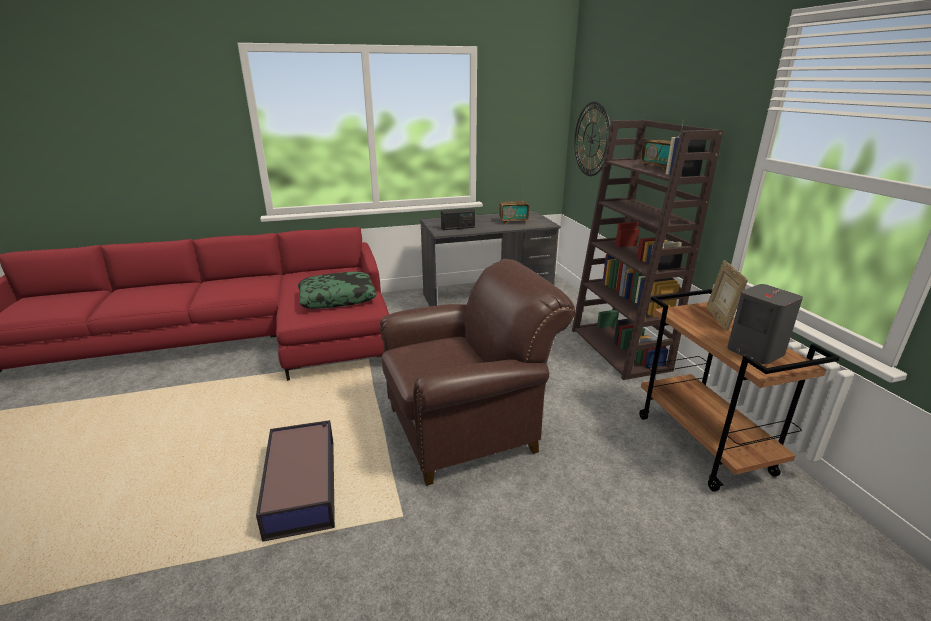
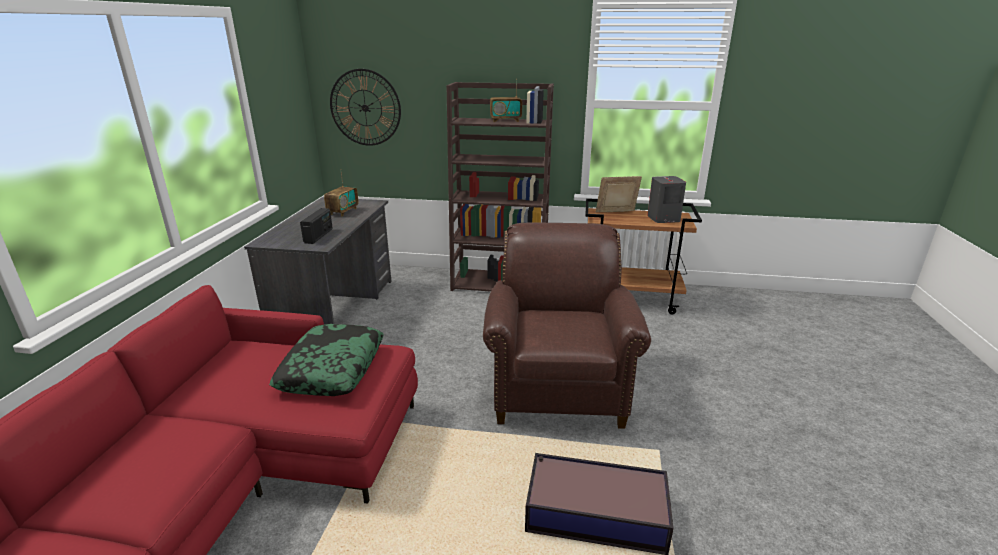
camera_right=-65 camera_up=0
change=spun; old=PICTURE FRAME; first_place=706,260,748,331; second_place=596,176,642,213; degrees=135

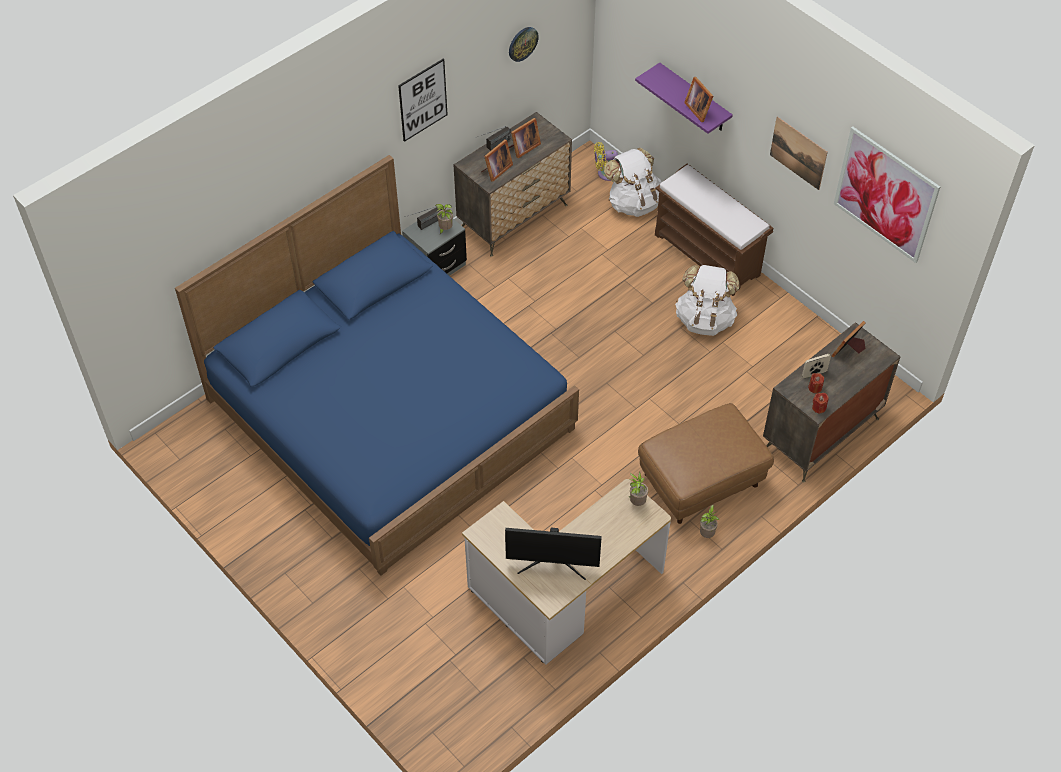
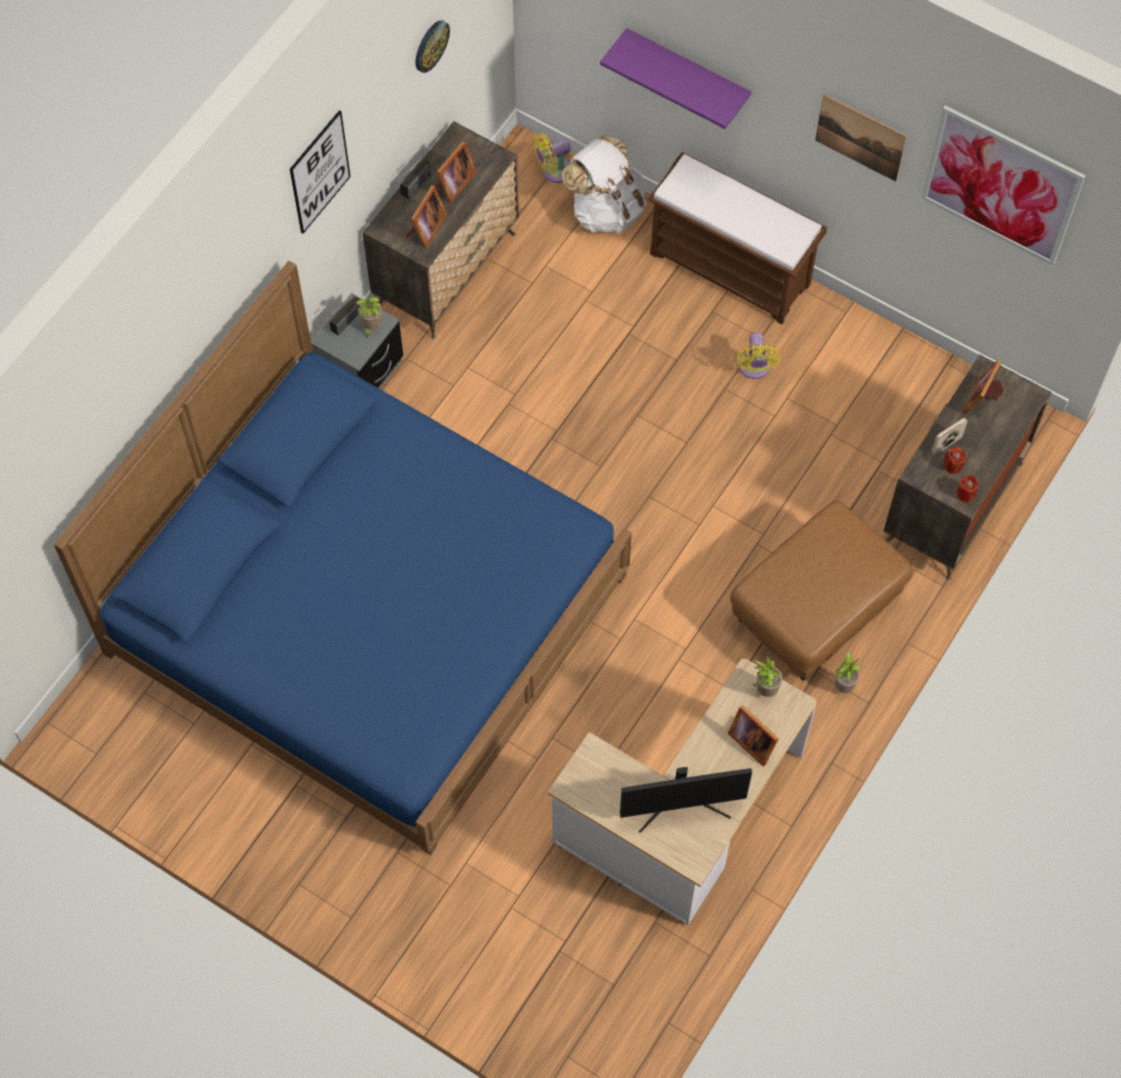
camera_right=-15 camera_up=10
change=relocated; old=PICTURE FRAME; first_place=684,77,713,122; second_place=728,705,779,767
change=exchanged; old=WHITISH KNAPSACK; new=YELLOWISH COOLING FAN; first_place=675,265,740,336; second_place=736,333,780,379

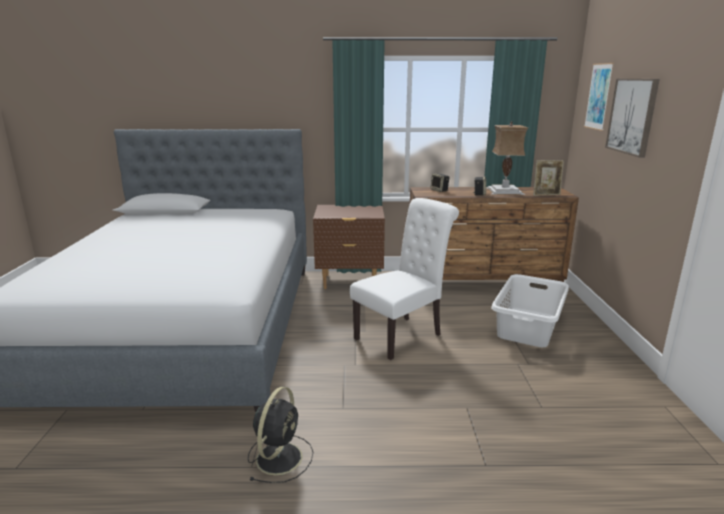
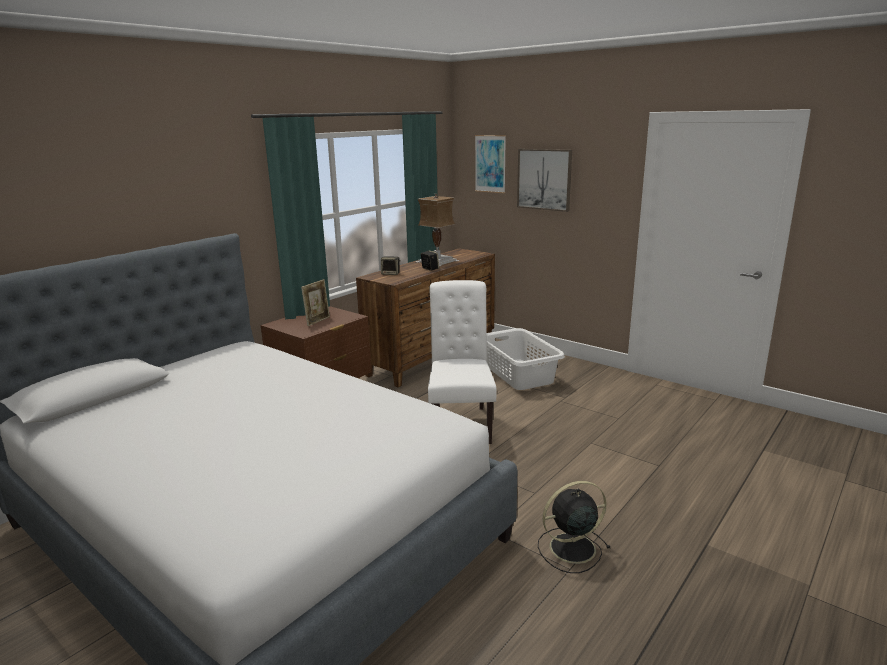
camera_right=-50 camera_up=0
change=relocated; old=PICTURE FRAME; first_place=533,160,564,196; second_place=301,279,330,326
change=spun; old=BLACKISH COOLING FAN; first_place=248,387,313,483; second_place=538,481,610,573; degrees=-75

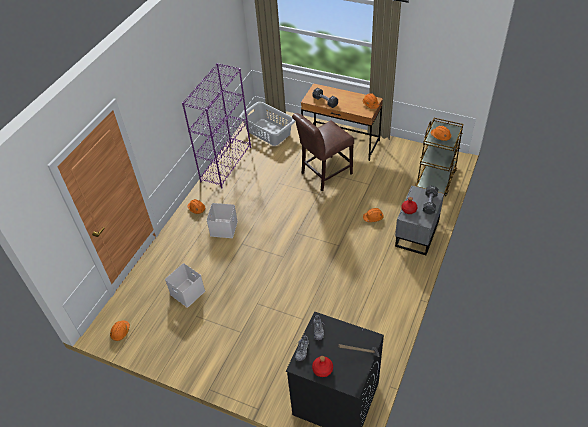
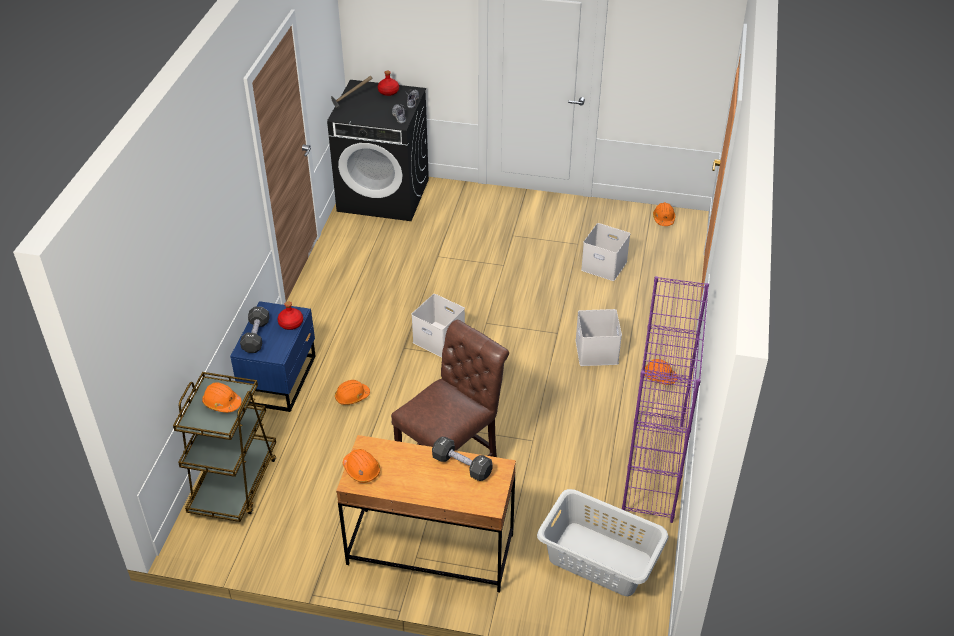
camera_right=165 camera_up=-5
change=colour; old=GREY NIGHT TABLE; new=BLUE NIGHT TABLE; first_place=395,185,444,255; second_place=230,301,316,412
change=appeared; new=WHITISH STORAGE CONTAINER; second_place=411,294,465,358

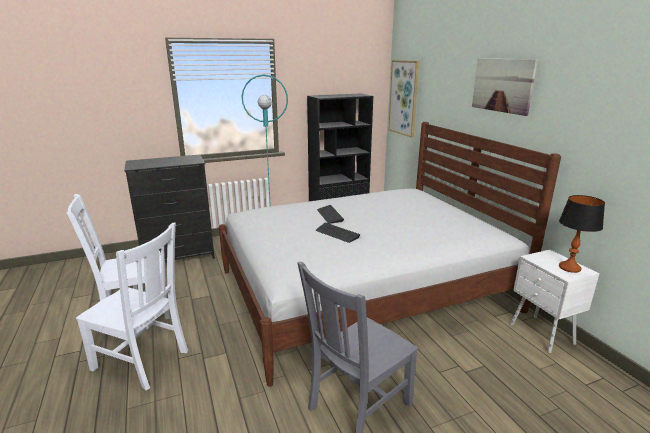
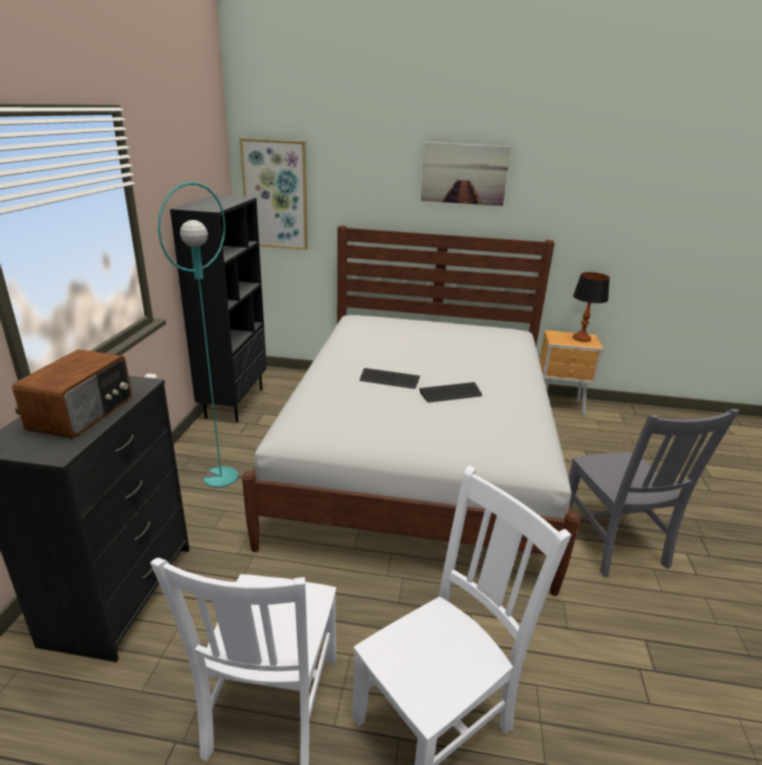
camera_right=-60 camera_up=5
change=colour; old=WHITISH NIGHT TABLE; new=BROWN NIGHT TABLE; first_place=510,250,599,354; second_place=539,330,603,416
change=appeared; new=RADIO SET; second_place=12,349,132,438

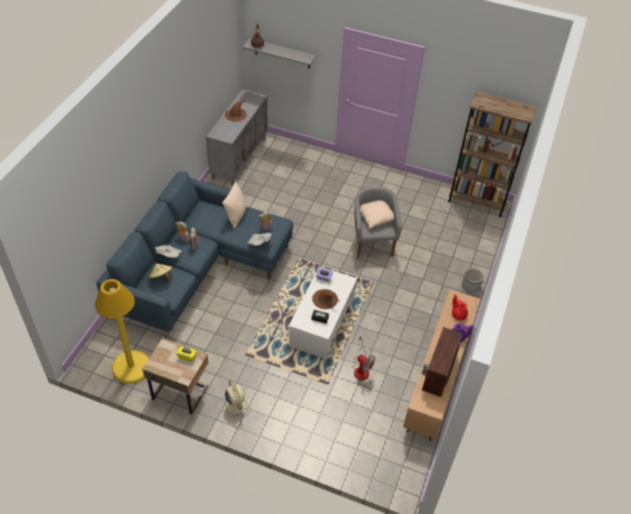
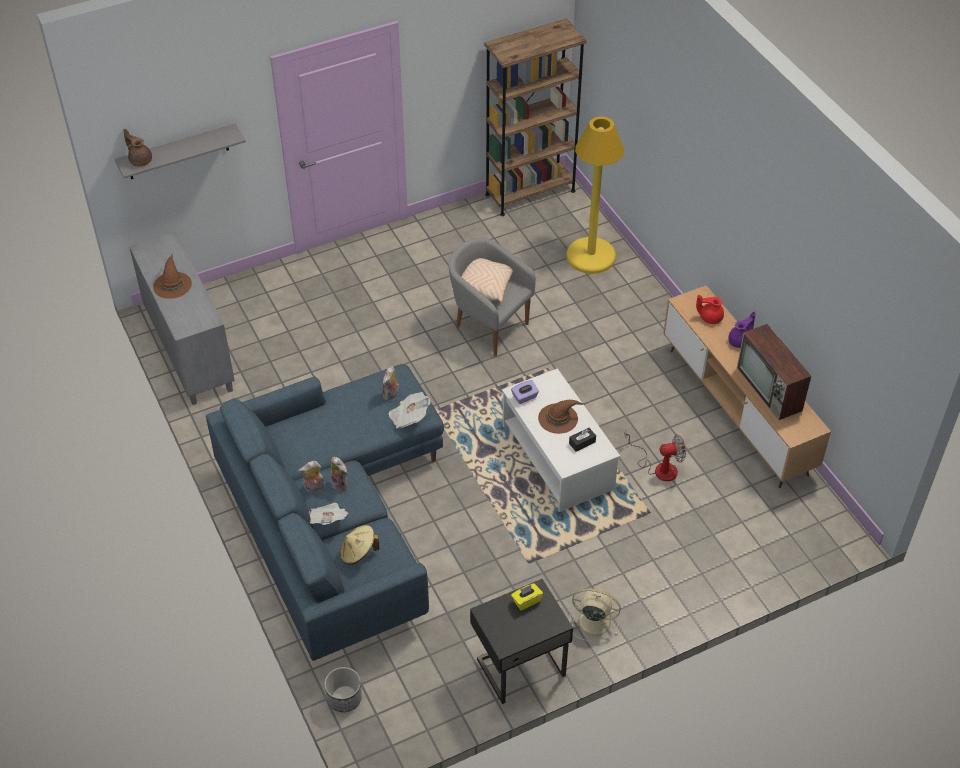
camera_right=-45 camera_up=0
change=missing; old=SAND-COLOURED THROW PILLOW; first_place=222,182,247,229
change=relocated; old=PLANT POT; first_place=462,268,484,292; second_place=324,667,362,712
change=relocated; old=YELLOWISH STANDARD LAMP; first_place=95,279,149,384; second_place=566,116,624,274
change=colour; old=SAND-COLOURED NIGHT TABLE; new=BLACKISH NIGHT TABLE; first_place=142,338,208,415; second_place=470,579,573,704

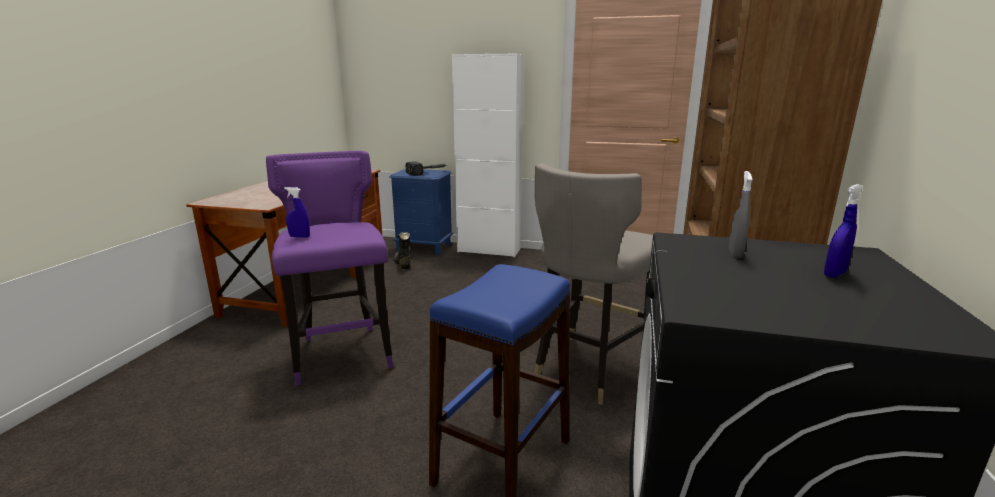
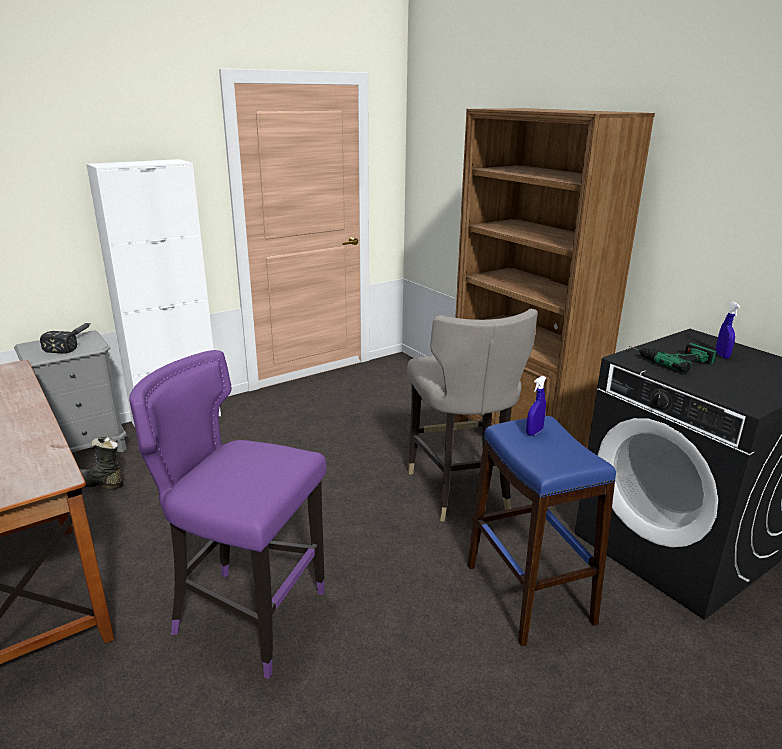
camera_right=-50 camera_up=5
change=colour; old=BLUE NIGHT TABLE; new=GREY NIGHT TABLE; first_place=389,169,453,255; second_place=14,330,126,452
change=exchanged; old=GREY HAND SPRAYER; new=ELECTRIC DRILL; first_place=729,171,753,258; second_place=629,343,717,373
change=relocated; old=BLUE HAND SPRAYER; first_place=284,187,310,238; second_place=526,376,546,436

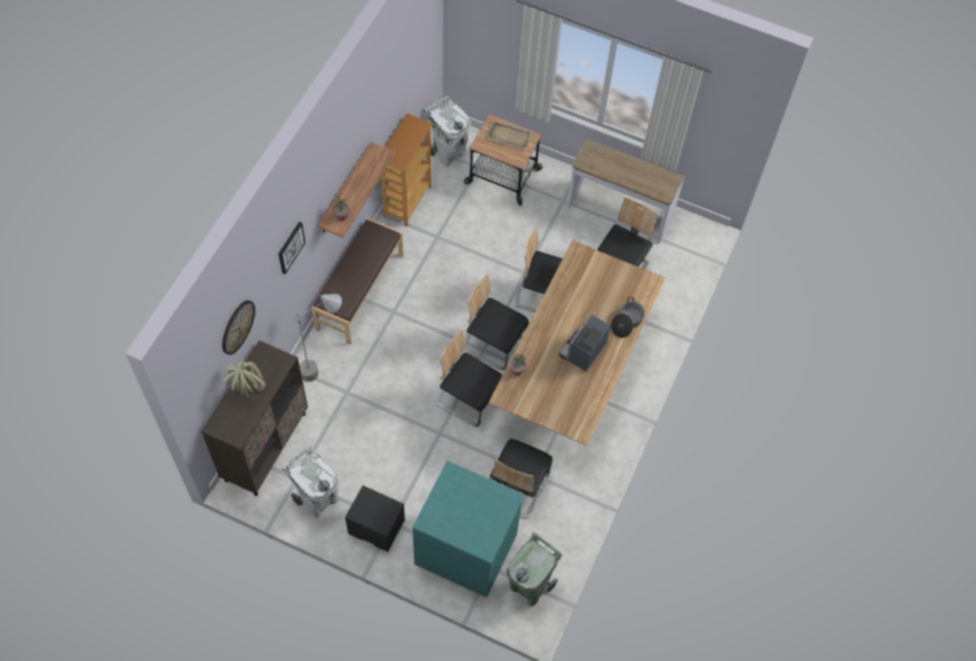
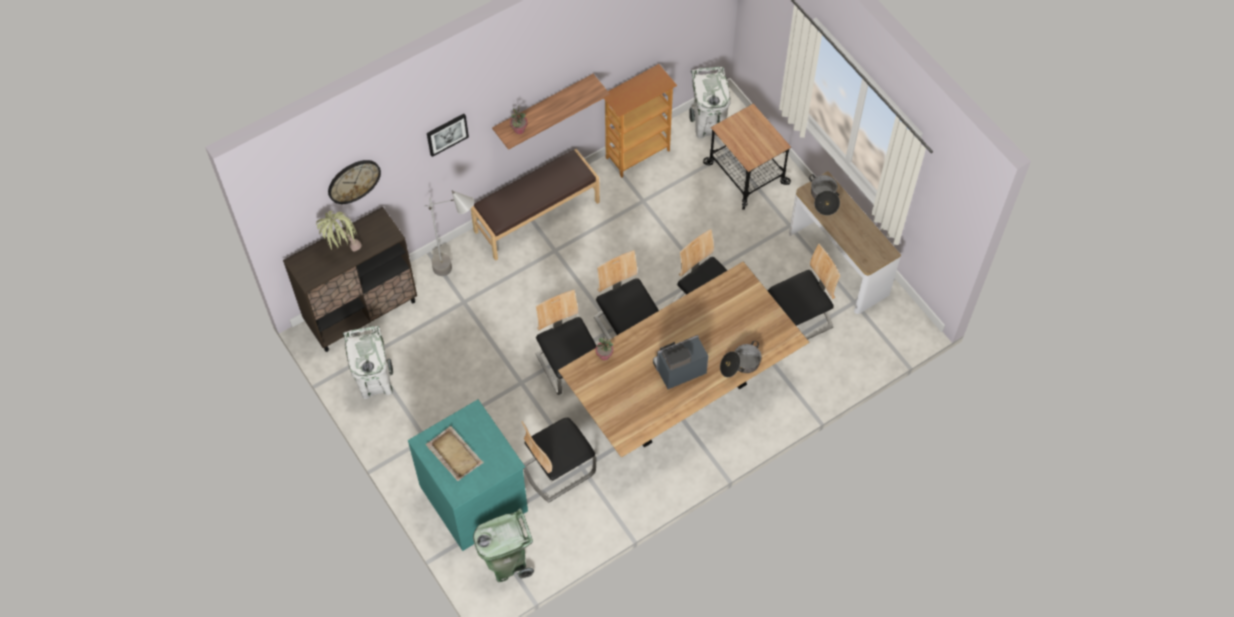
camera_right=35 camera_up=0
change=relocated; old=SAND-COLOURED SERVING TRAY; first_place=485,120,533,150; second_place=425,426,484,481
change=missing; old=BLACKISH NIGHT TABLE; first_place=345,485,405,552
change=appeared; new=COOKING POT; second_place=809,174,840,215

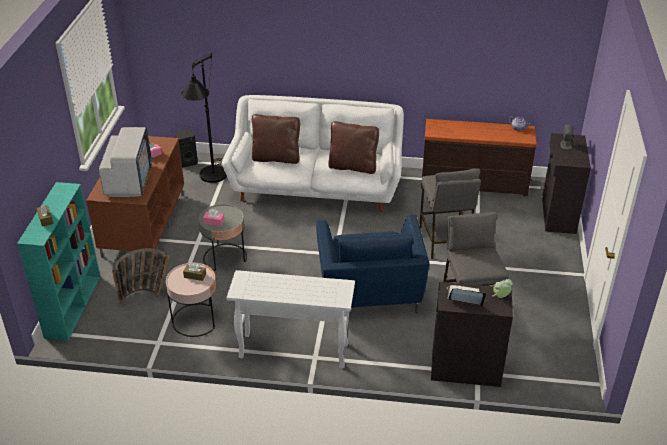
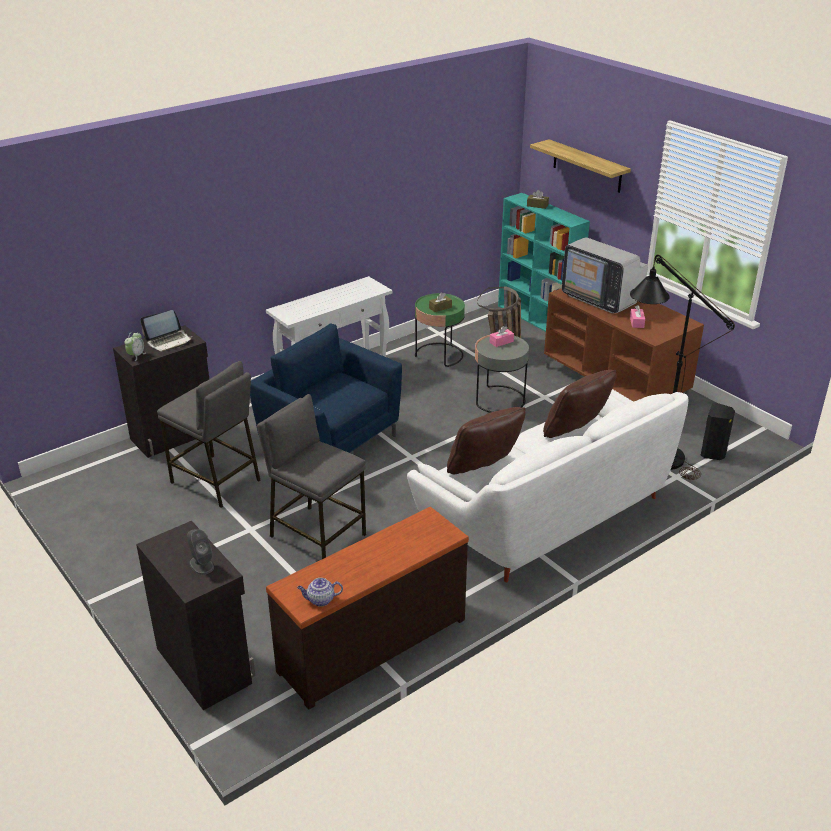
camera_right=135 camera_up=-5
change=colour; old=PINKISH END TABLE; new=GREEN END TABLE; first_place=166,263,216,337; second_place=415,293,465,367
change=appeared; new=SHELF; second_place=530,139,631,193

